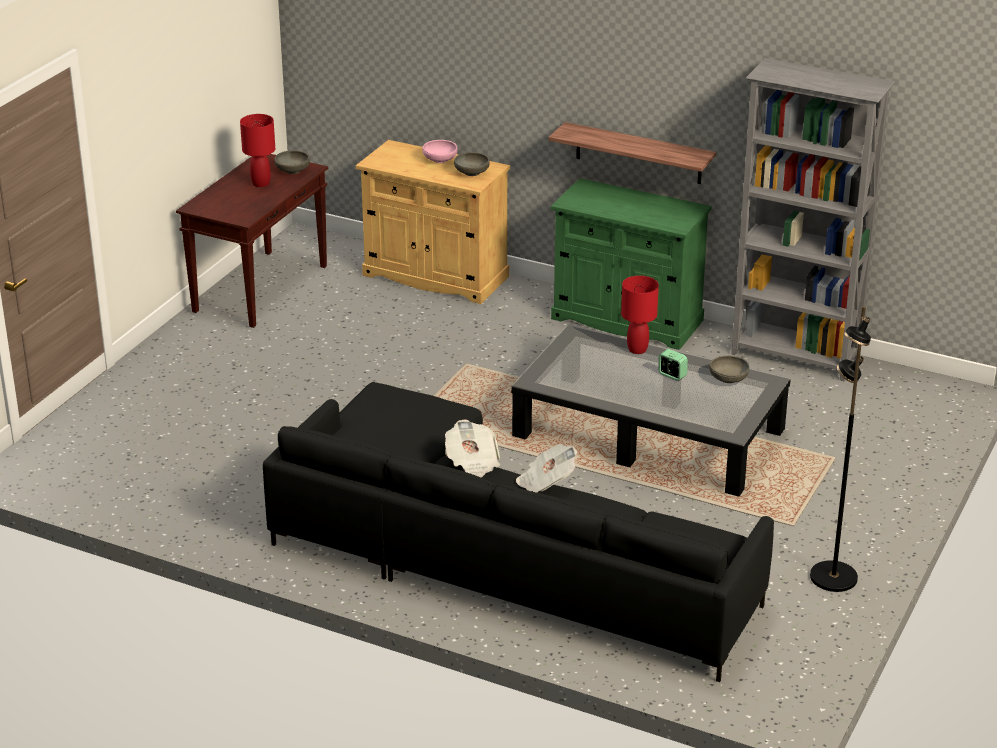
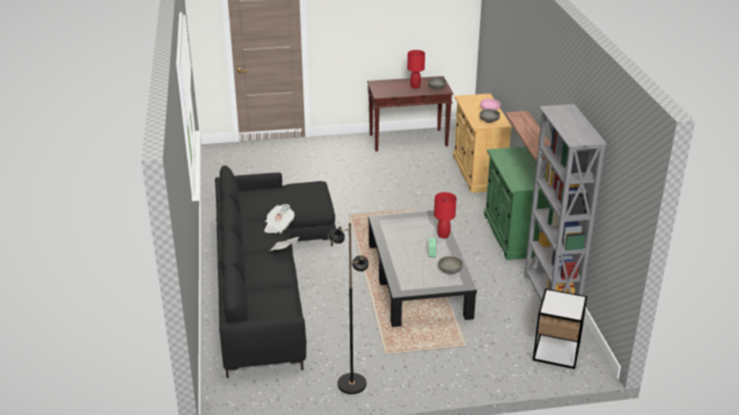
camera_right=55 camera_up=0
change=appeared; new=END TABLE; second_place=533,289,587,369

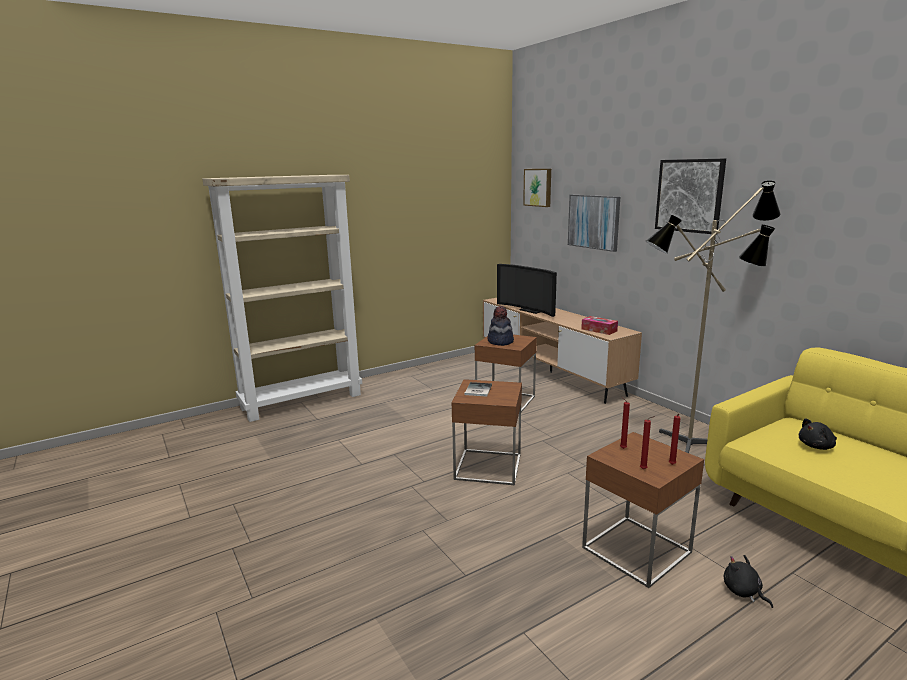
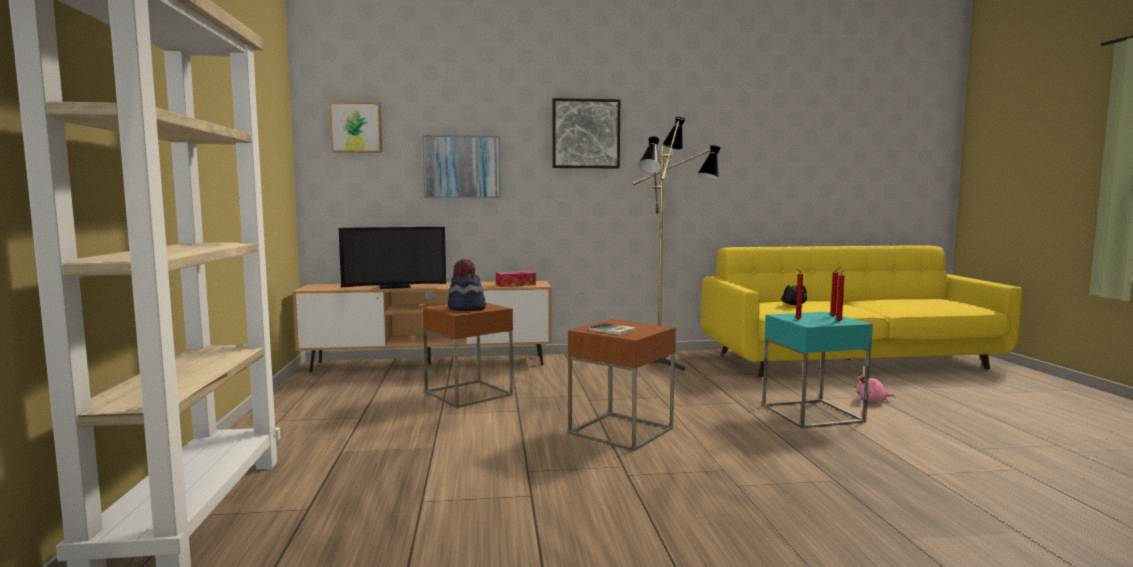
camera_right=-65 camera_up=-10
change=colour; old=BROWN END TABLE; new=TURQUOISE END TABLE; first_place=582,432,704,588; second_place=762,312,873,428
change=colour; old=BLACKISH SOFT TOY; new=PINKISH SOFT TOY; first_place=724,555,773,608; second_place=857,375,896,402

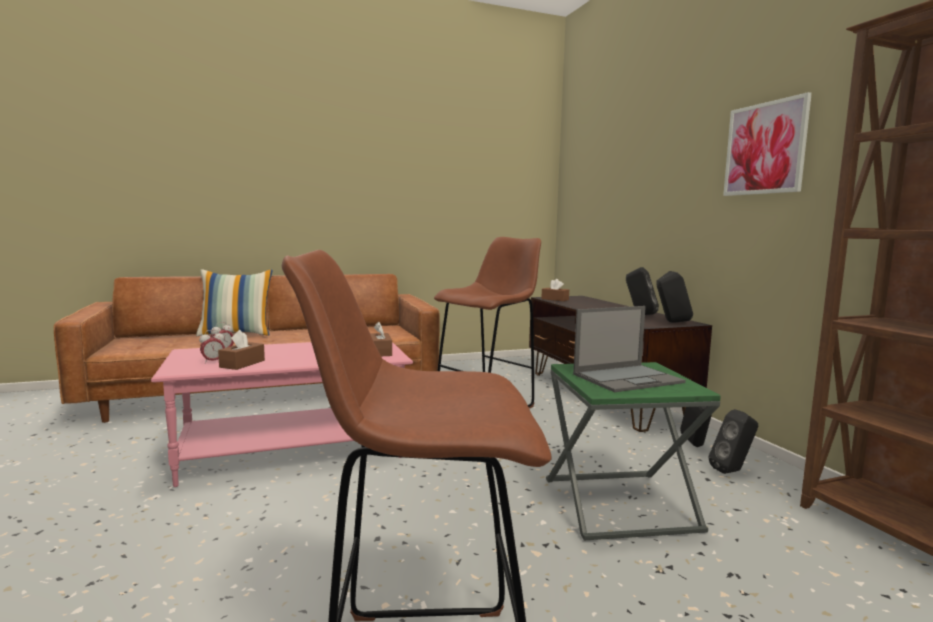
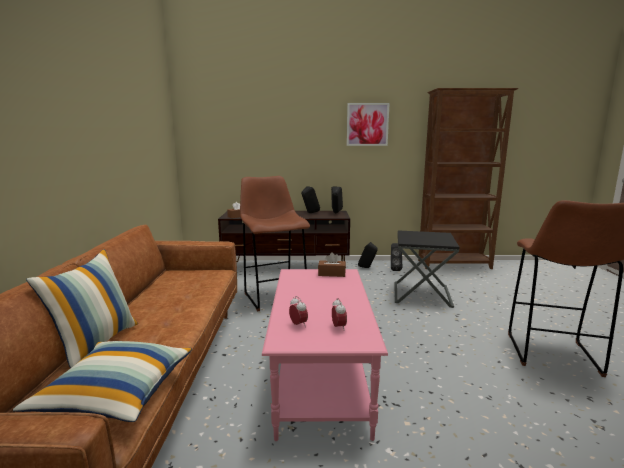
camera_right=-70 camera_up=5
change=missing; old=PORTABLE COMPUTER; first_place=573,306,686,392
change=missing; old=BROWN TISSUE BOX; first_place=218,330,265,370
change=colour; old=GREEN END TABLE; new=BLACKISH END TABLE; first_place=546,362,721,540; second_place=395,230,459,308
change=appeared; new=THROW PILLOW; second_place=13,341,192,422

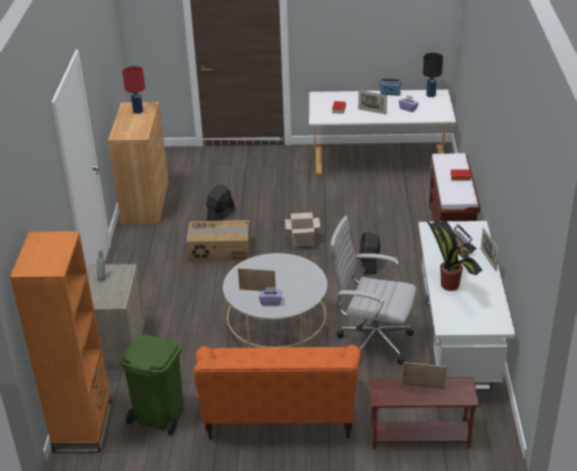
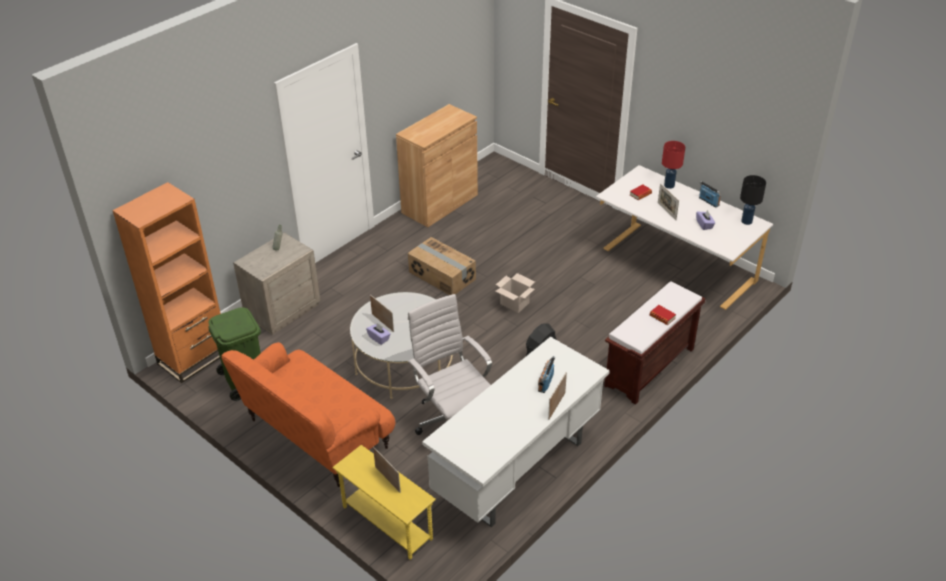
camera_right=40 camera_up=5
change=relocated; old=RED LAMP FOR A TABLE; first_place=122,66,145,114; second_place=662,141,685,189
change=missing; old=BLACKISH COOLING FAN; first_place=206,185,235,221
change=missing; old=PLANT IN A POT; first_place=427,219,482,291
change=colour; old=BROWN END TABLE; new=YELLOWISH END TABLE; first_place=369,377,479,449; second_place=333,445,436,560

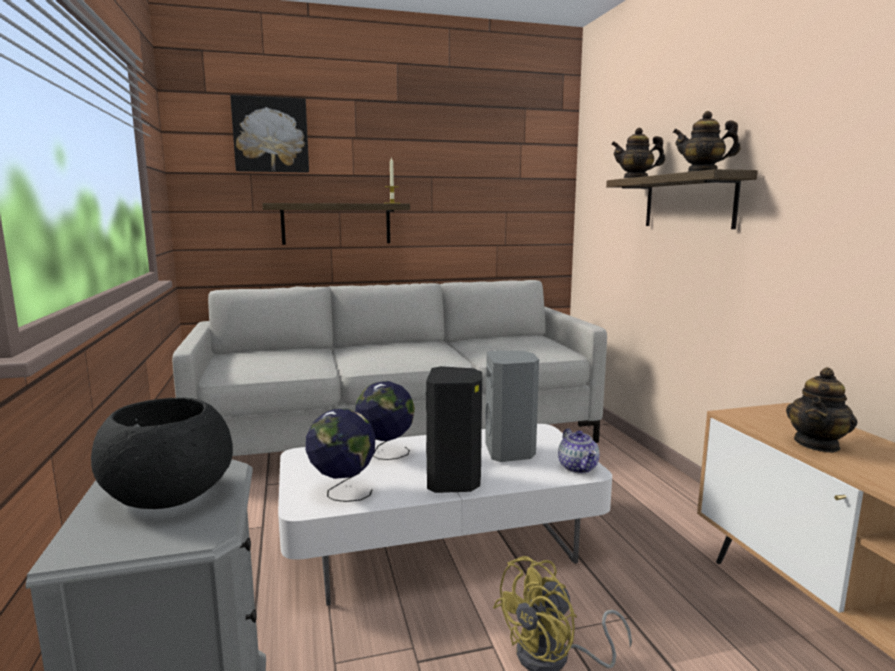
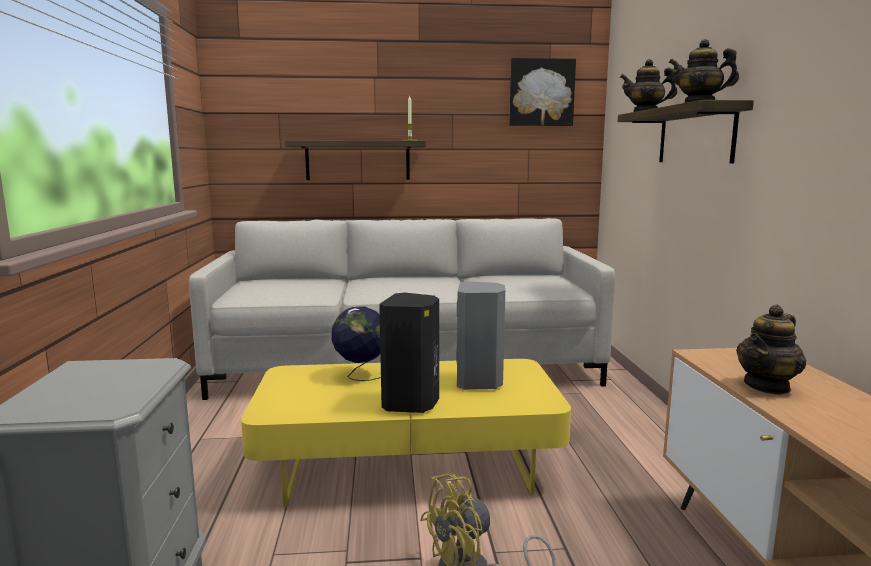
camera_right=10 camera_up=0
change=relocated; old=WALL PICTURE; first_place=230,95,309,173; second_place=509,58,576,126
change=missing; old=BLACKISH SERVING BOWL; first_place=91,397,233,509
change=missing; old=WORLD GLOBE; first_place=306,409,376,502
change=colour; old=WHITISH COFFEE TABLE; new=YELLOWISH COFFEE TABLE; first_place=278,424,612,606; second_place=241,359,571,507
change=missing; old=TEAPOT; first_place=558,428,599,473

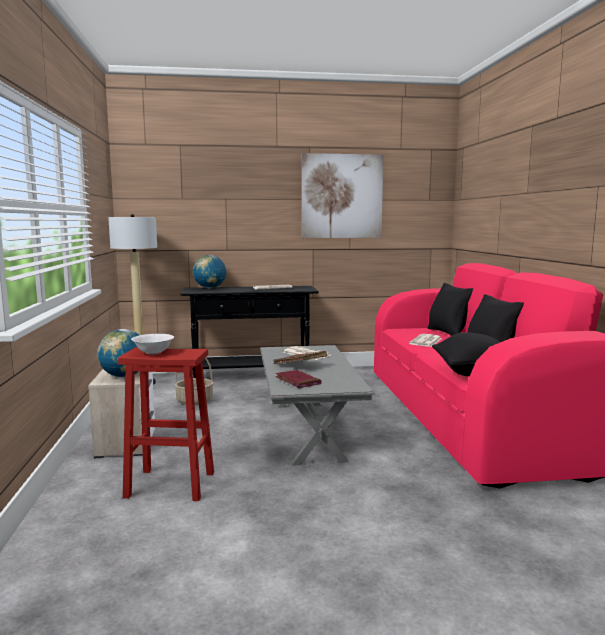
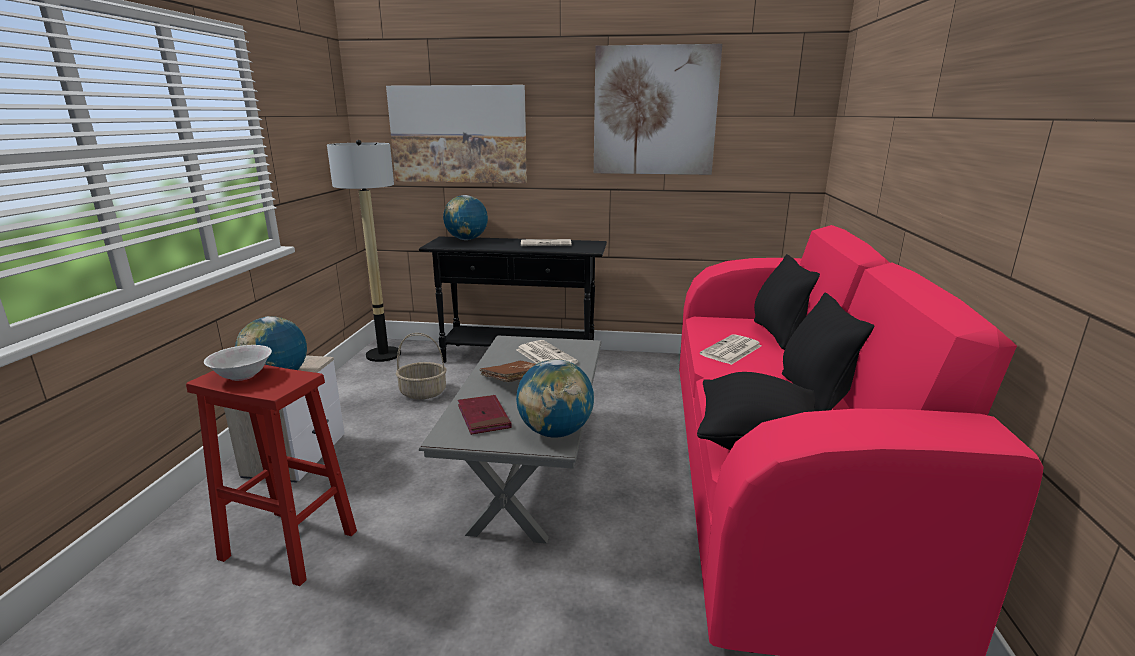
camera_right=15 camera_up=10
change=appeared; new=WALL PICTURE; second_place=386,85,527,183
change=appeared; new=WORLD GLOBE; second_place=516,359,594,438

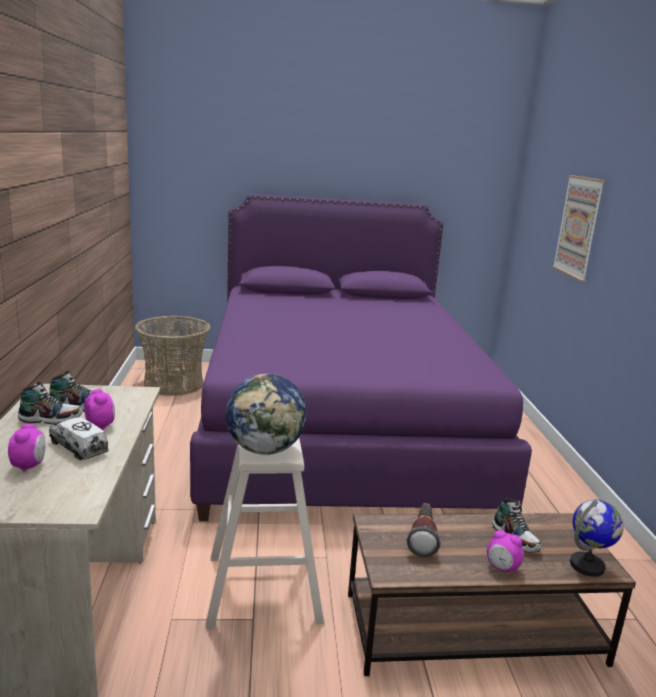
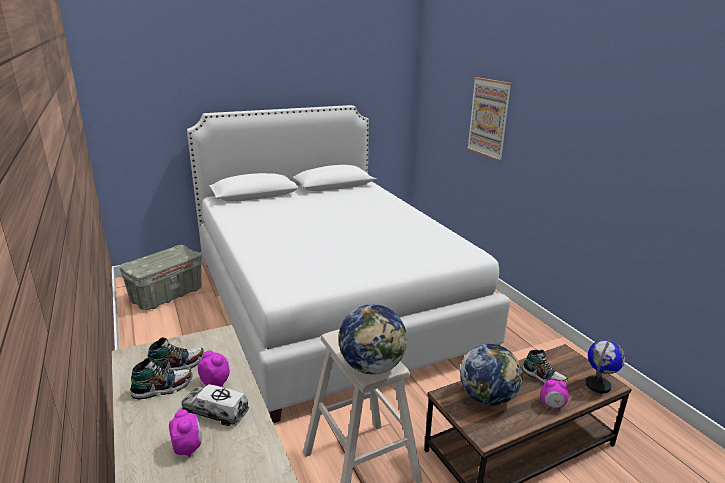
camera_right=-20 camera_up=5
change=colour; old=PURPLE-COLOURED BEDROOM BED; new=WHITISH BEDROOM BED; first_place=190,194,532,521; second_place=187,105,510,423
change=exchanged; old=STORAGE BASKET; new=GREY STORAGE CONTAINER; first_place=135,316,211,396; second_place=119,245,202,310
change=exchanged; old=FLASHLIGHT; new=WORLD GLOBE; first_place=406,503,441,557; second_place=460,344,523,406

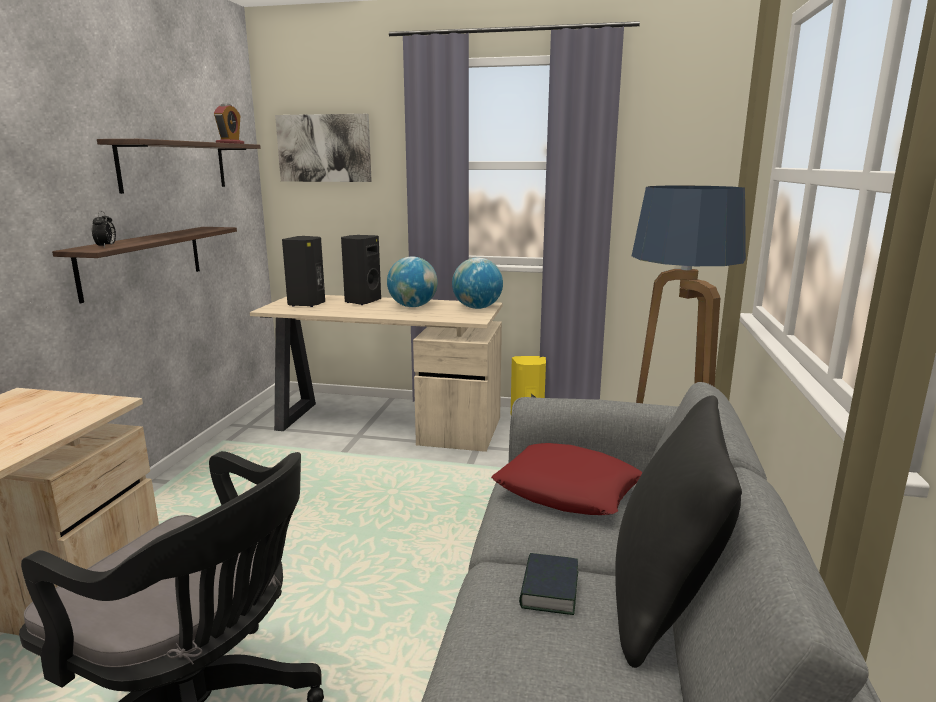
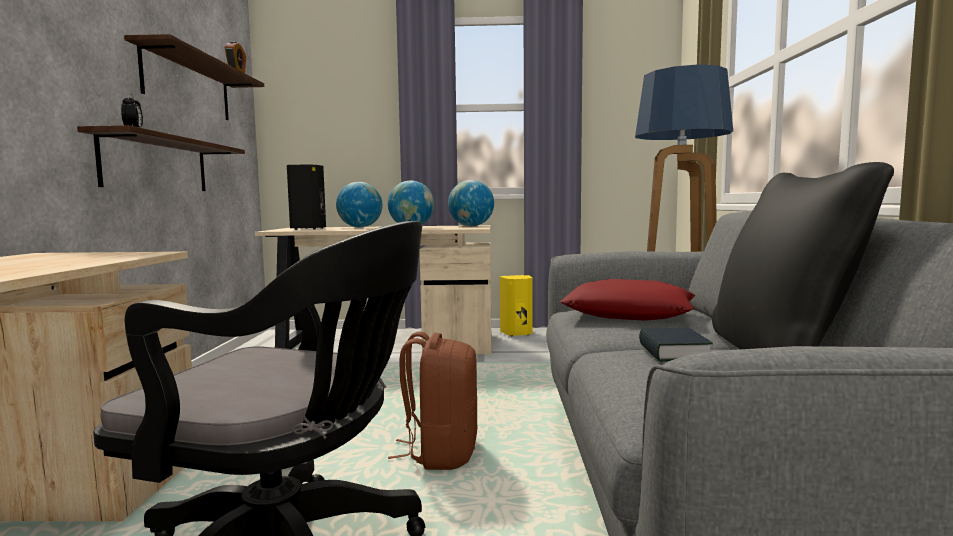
camera_right=-10 camera_up=-10
change=missing; old=WALL PICTURE; first_place=275,114,372,182
change=exchanged; old=BLACKISH SPEAKER; new=WORLD GLOBE; first_place=341,235,381,305; second_place=336,182,383,228
change=appeared; new=BROWN KNAPSACK; second_place=388,332,477,470

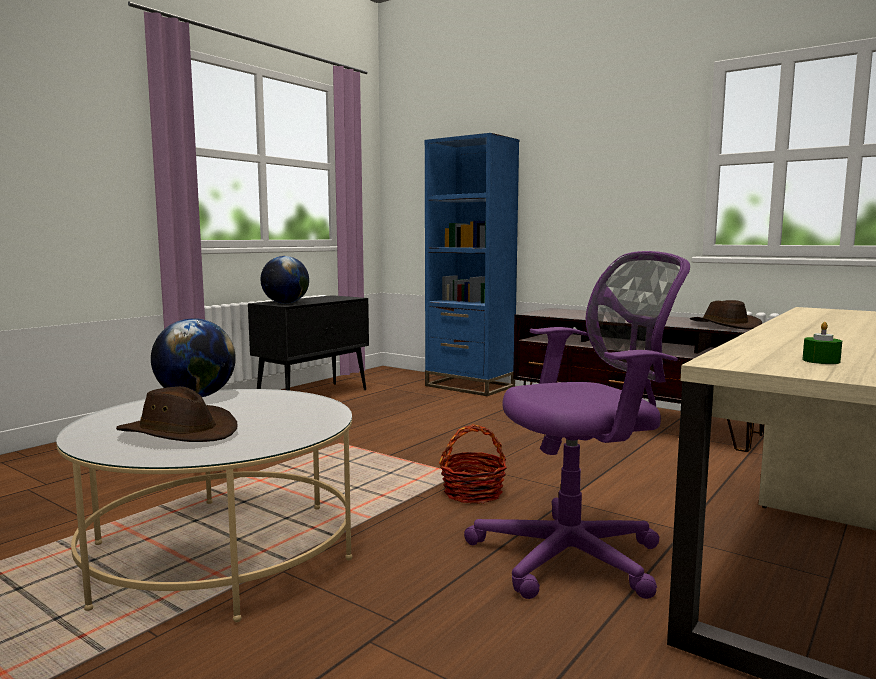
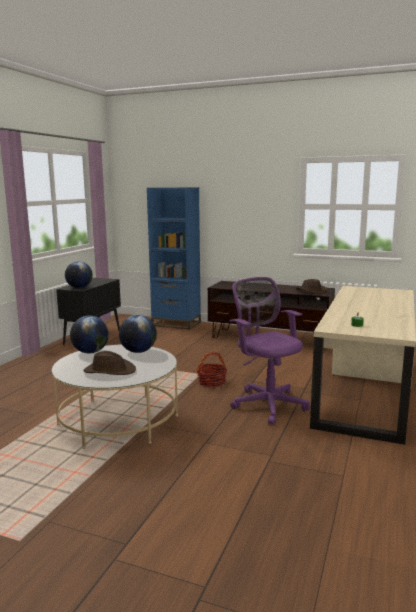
camera_right=-15 camera_up=5
change=spun; old=PURPLE-COLOURED COMPUTER CHAIR; first_place=464,251,690,599; second_place=230,277,310,425; degrees=-90
change=appeared; new=WORLD GLOBE; second_place=119,315,157,353

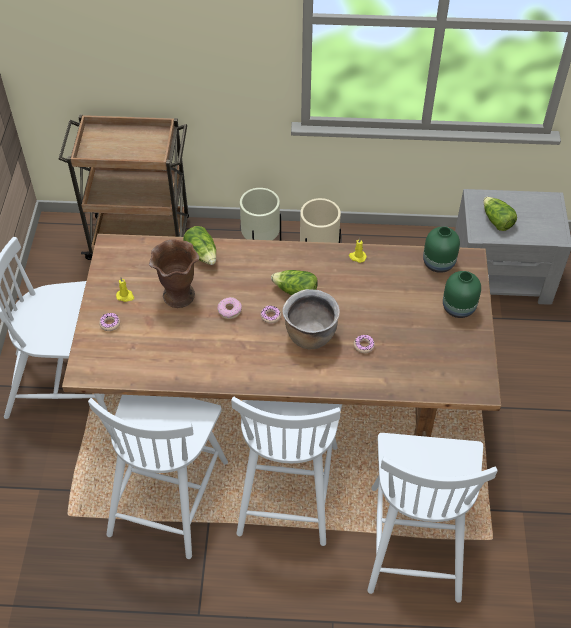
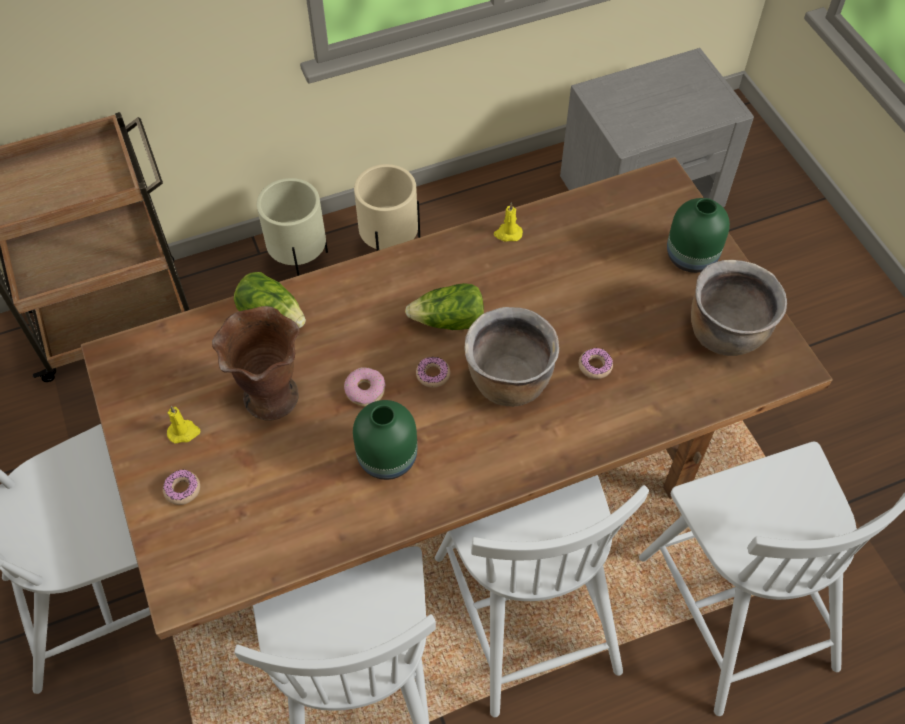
camera_right=-25 camera_up=5
change=missing; old=LETTUCE HEAD; first_place=483,197,517,231
change=relocated; old=GREEN FLOWER VASE; first_place=423,226,460,273; second_place=353,400,417,480
change=appeared; new=BROWN COOKING POT; second_place=691,260,787,356

